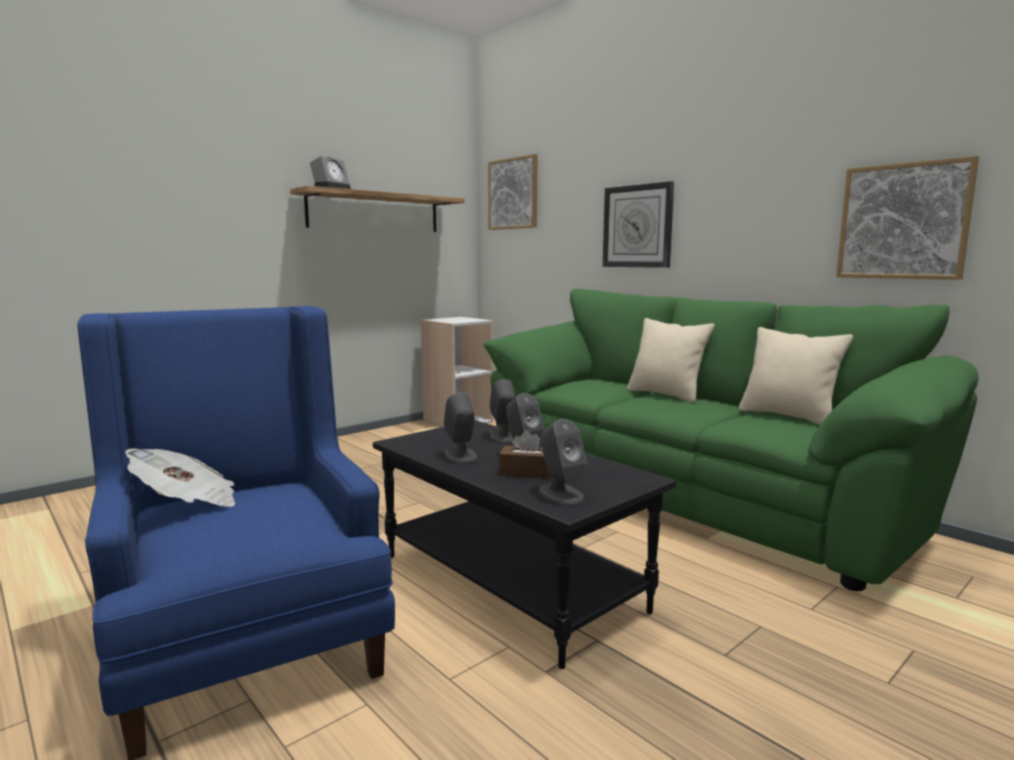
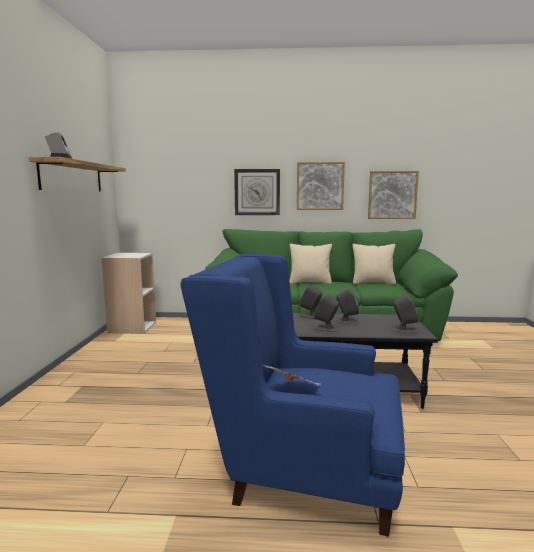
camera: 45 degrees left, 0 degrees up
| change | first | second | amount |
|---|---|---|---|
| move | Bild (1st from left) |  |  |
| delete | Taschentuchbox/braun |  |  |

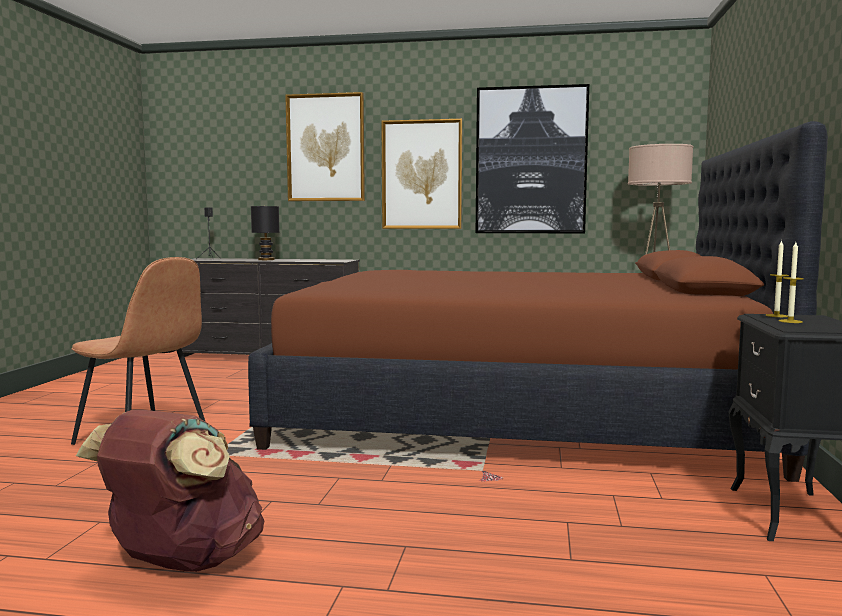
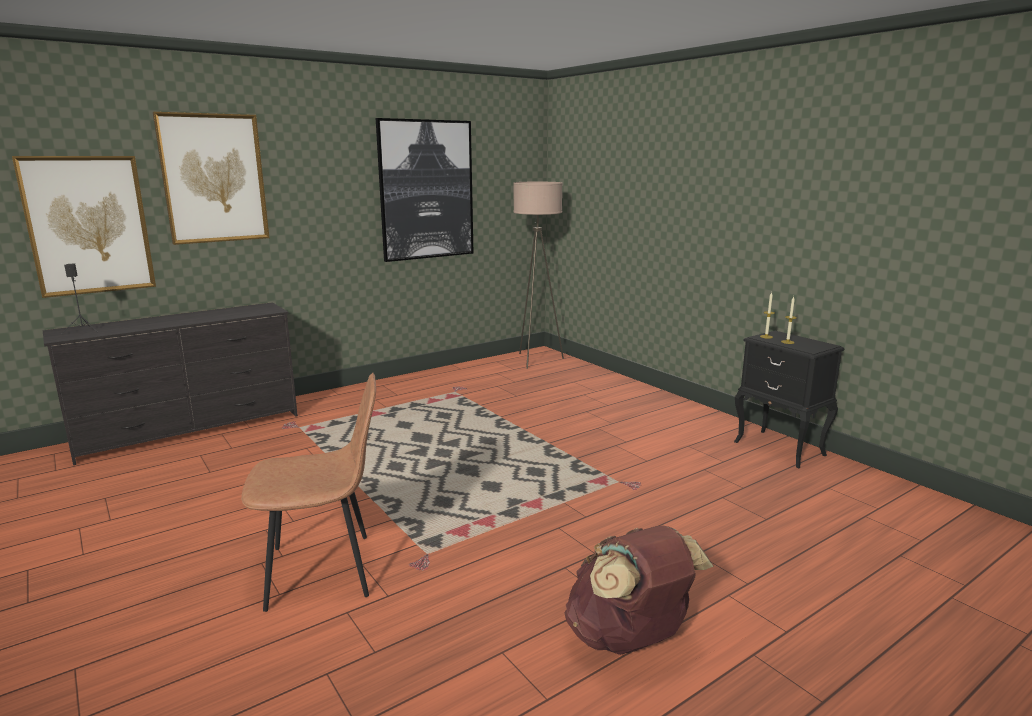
camera: 45 degrees left, 10 degrees up
| change | first | second | amount |
|---|---|---|---|
| delete | Bett/braun |  |  |
| delete | Tischlampe/schwarz |  |  |
| move | Bild (2nd from left in the first image) | Bild (1st from left) |  |

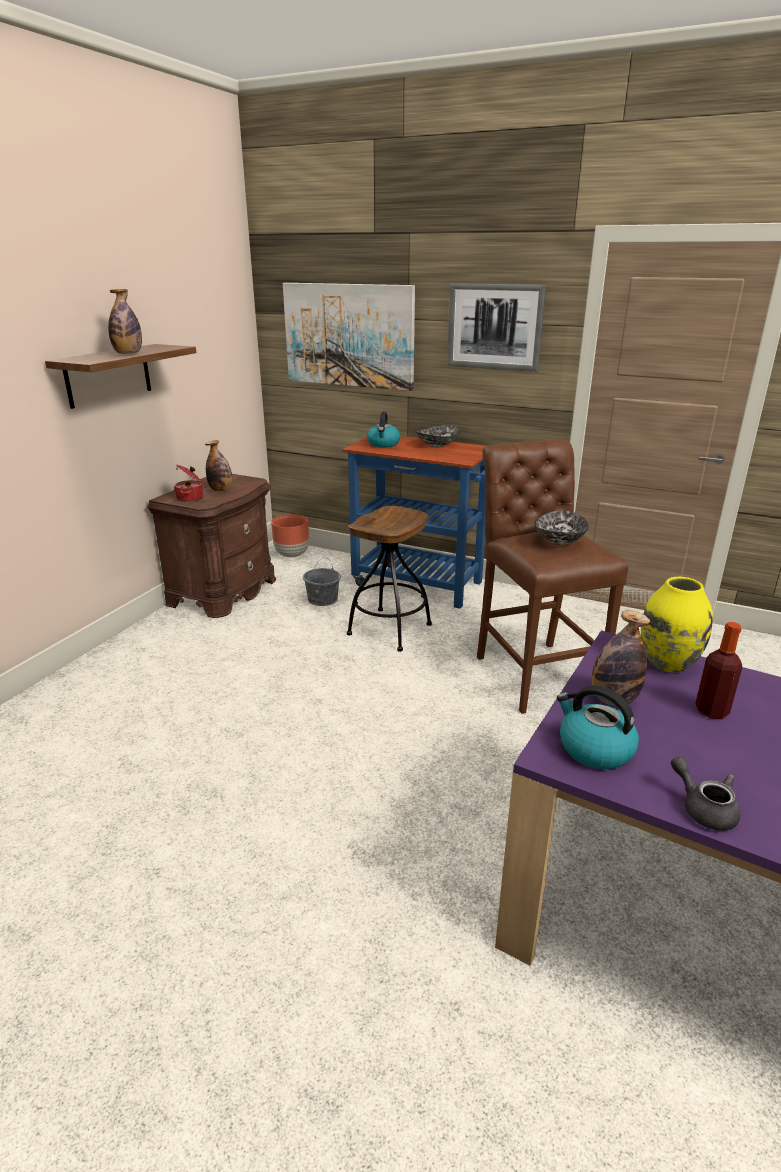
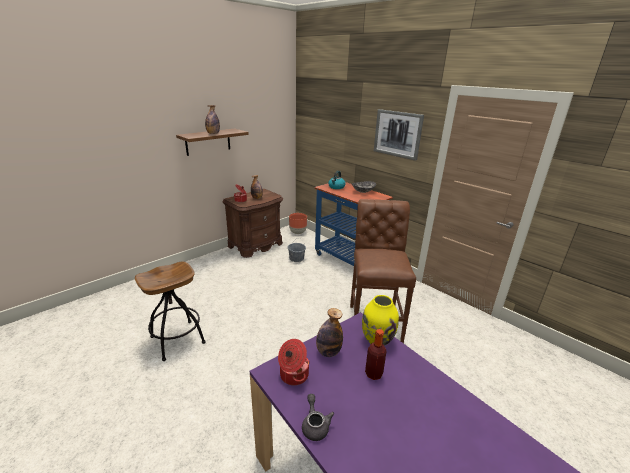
camera: 20 degrees right, 0 degrees up
| change | first | second | amount |
|---|---|---|---|
| delete | Bild (1st from left) |  |  |
| move | Hocker/braun (1st from left) |  |  |
| delete | Schüssel (2nd from left) |  |  |
| replace | Wasserkessel (2nd from left) | Kochtopf (2nd from left) |  |

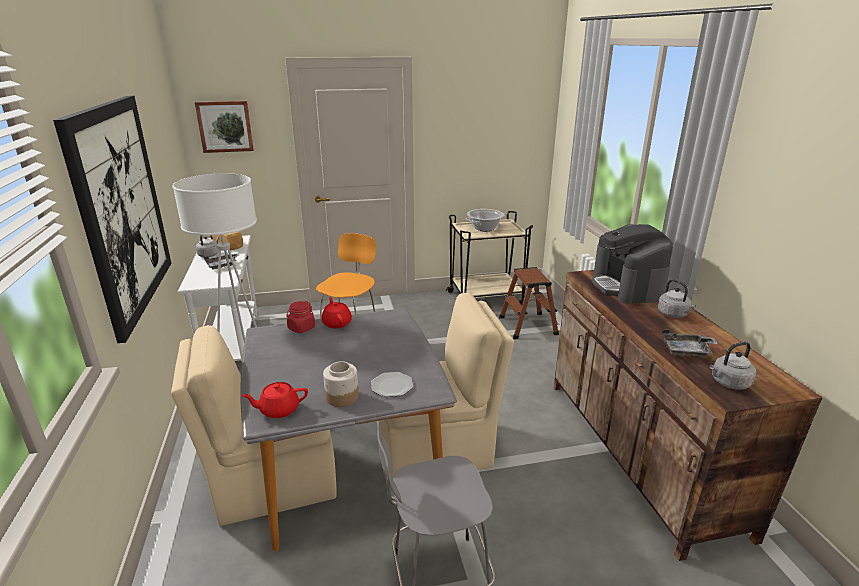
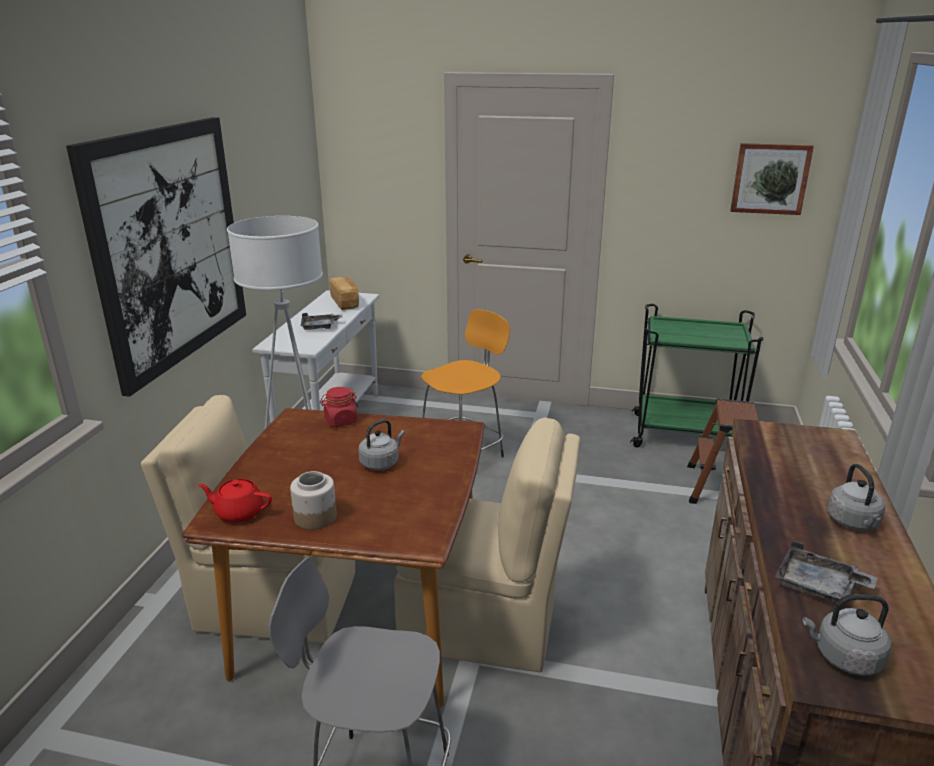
camera: 25 degrees right, 0 degrees up
| change | first | second | amount |
|---|---|---|---|
| move | Bild (2nd from left) |  |  |
| move | Wasserkessel/grau (1st from left) |  |  |
| recolor | Esstisch/grau | Esstisch/braun |  |
| delete | Teekanne/rot (2nd from left) |  |  |
| delete | Teller |  |  |
| recolor | Rollwagen/beige | Rollwagen/grün |  |
| delete | Kochtopf |  |  |
| delete | Kaffeemaschine |  |  |

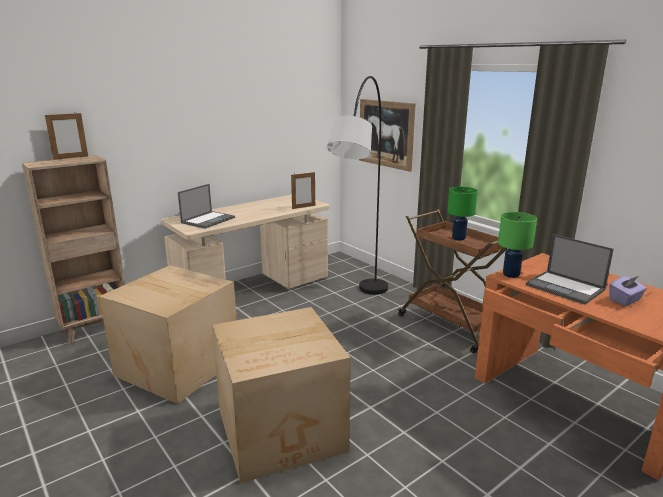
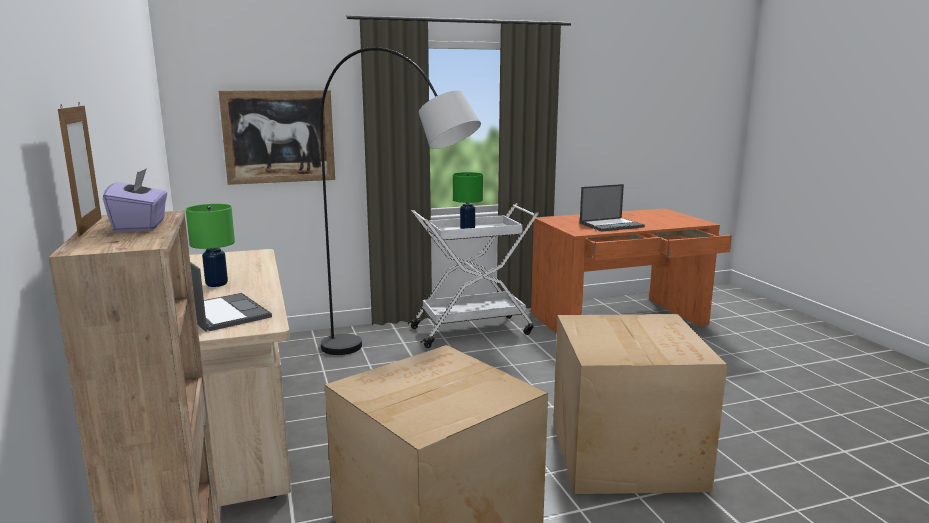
camera: 70 degrees left, 5 degrees down
| change | first | second | amount |
|---|---|---|---|
| delete | Bilderrahmen (2nd from left) |  |  |
| recolor | Rollwagen/braun | Rollwagen/weiß |  |
| move | Tischlampe/grün (2nd from left in the first image) | Tischlampe/grün (1st from left) |  |
| move | Taschentuchbox/lila |  |  |

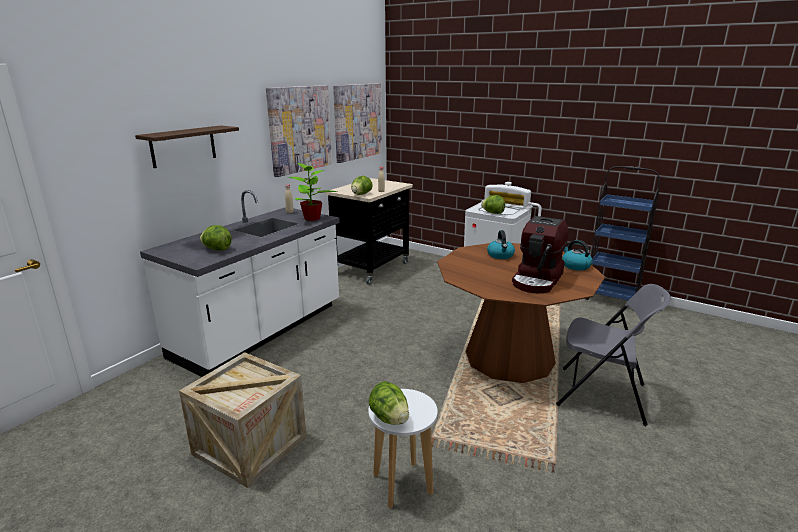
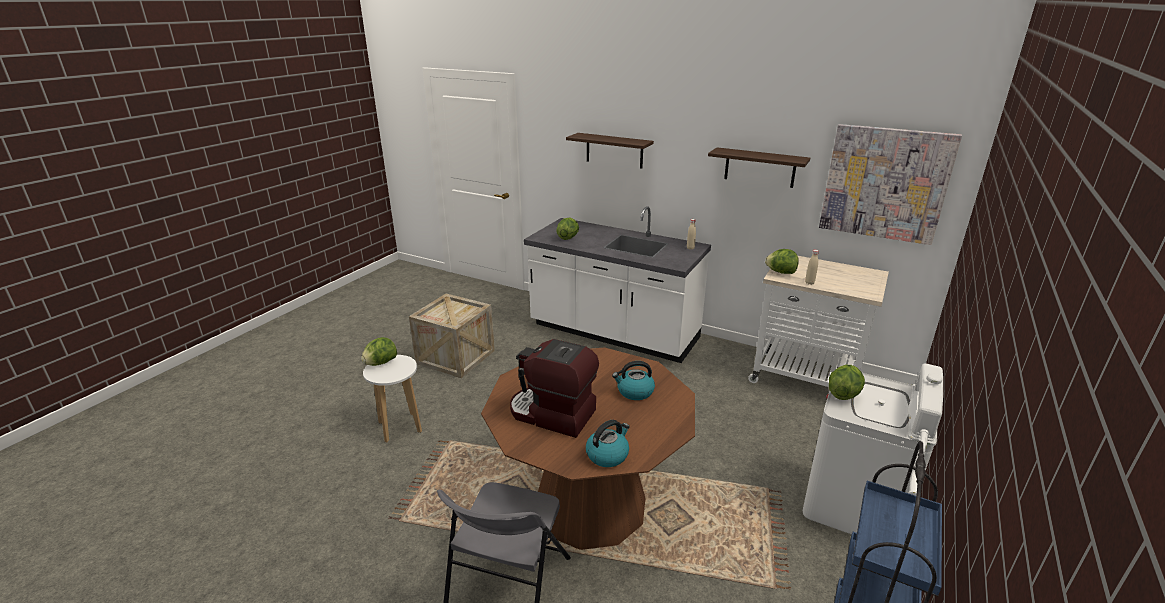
camera: 85 degrees right, 5 degrees up
| change | first | second | amount |
|---|---|---|---|
| replace | Bild (1st from left) | Wandregal (2nd from left) |  |
| delete | Topfpflanze |  |  |
| recolor | Rollwagen/schwarz | Rollwagen/weiß |  |

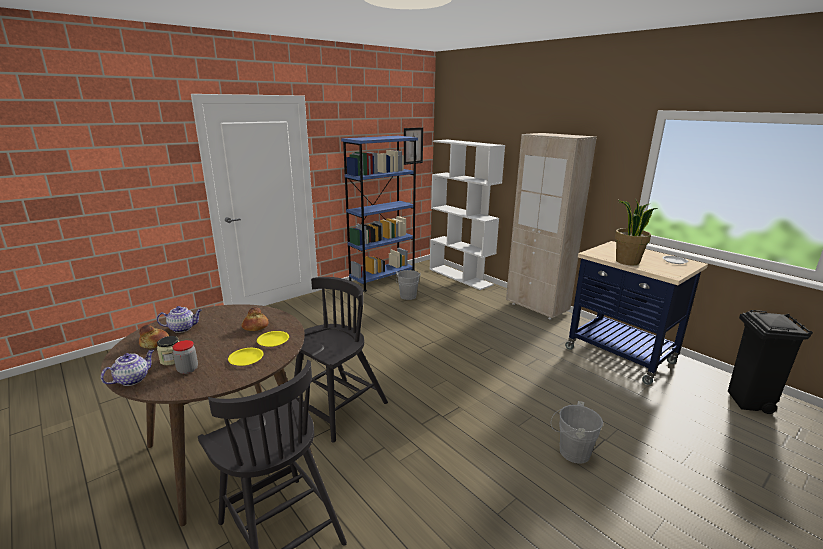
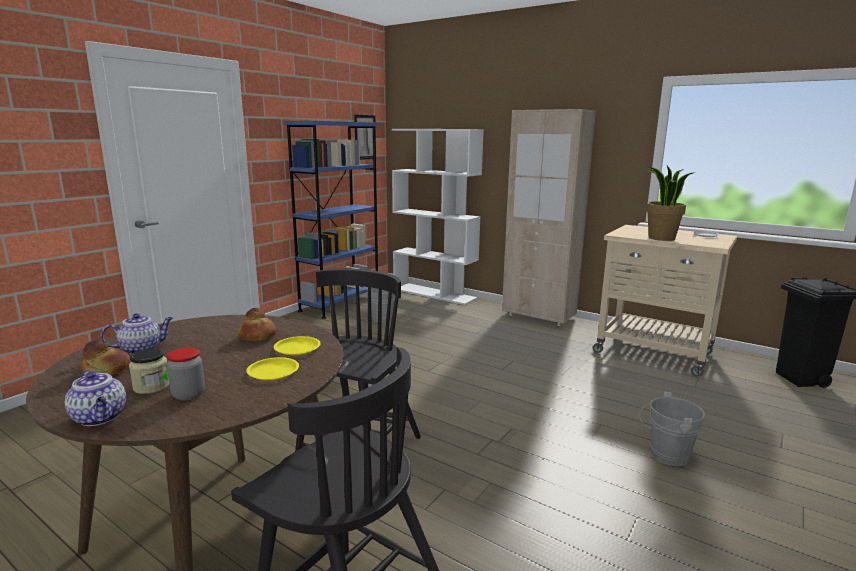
camera: 15 degrees left, 5 degrees down
| change | first | second | amount |
|---|---|---|---|
| rotate | Teekanne (1st from left) |  | 120 degrees clockwise |
| recolor | Rollwagen/blau | Rollwagen/beige |  |

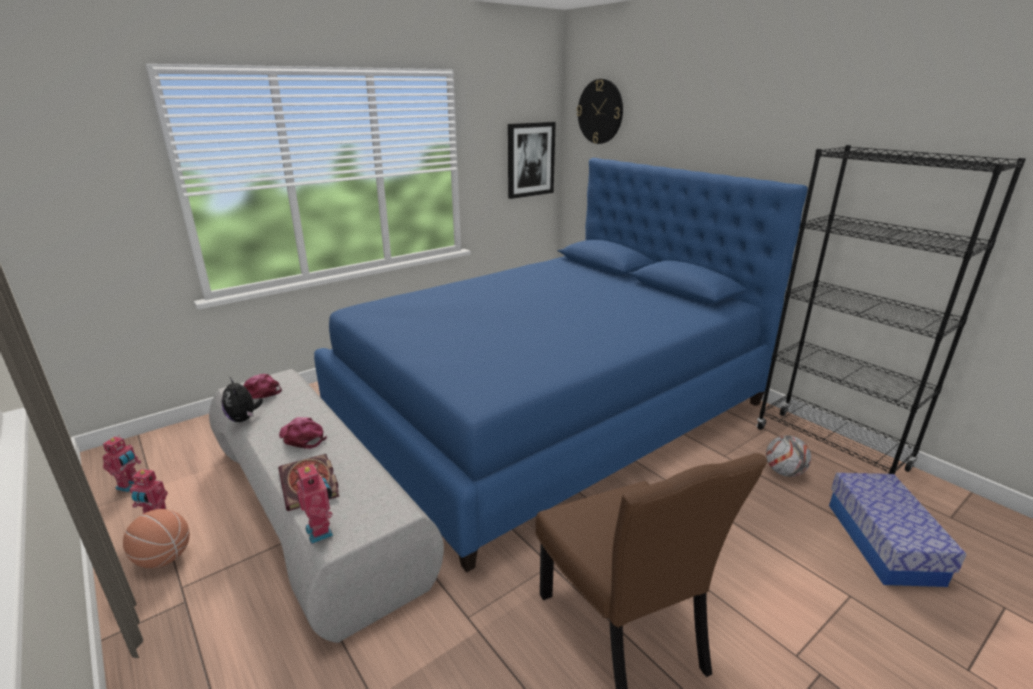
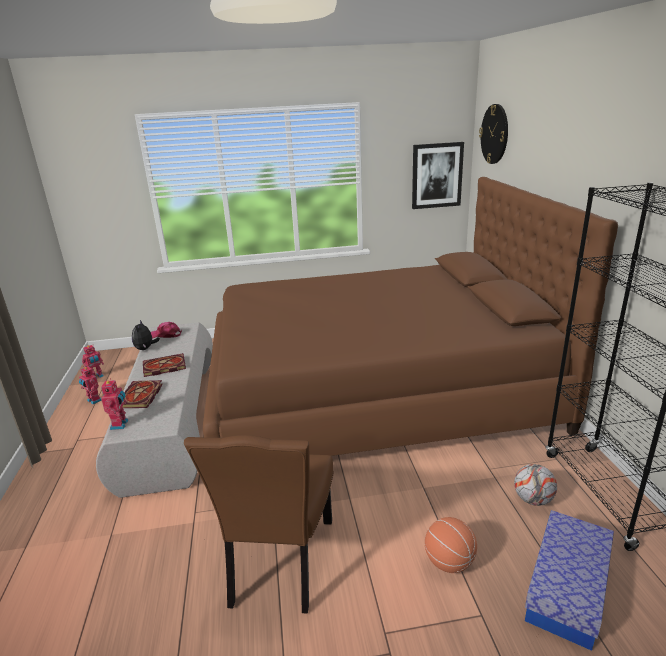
camera: 30 degrees right, 0 degrees up
| change | first | second | amount |
|---|---|---|---|
| move | Basketball |  |  |
| replace | Kappe/rosa (2nd from left) | Buch (2nd from left) |  |
| recolor | Bett/blau | Bett/braun |  |

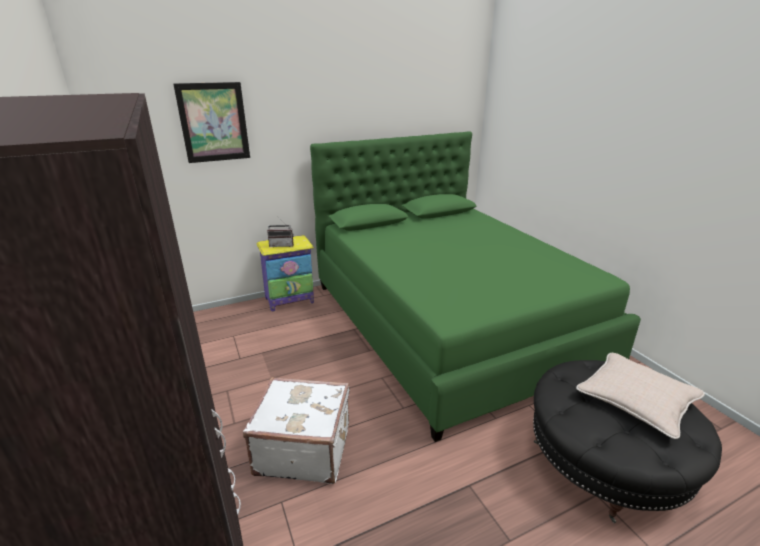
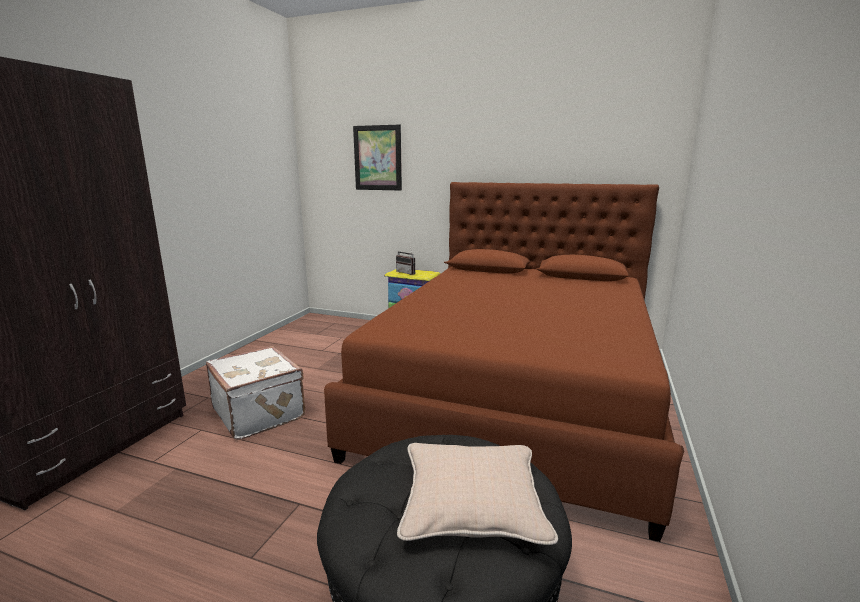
camera: 45 degrees right, 10 degrees down
| change | first | second | amount |
|---|---|---|---|
| recolor | Bett/grün | Bett/braun |  |

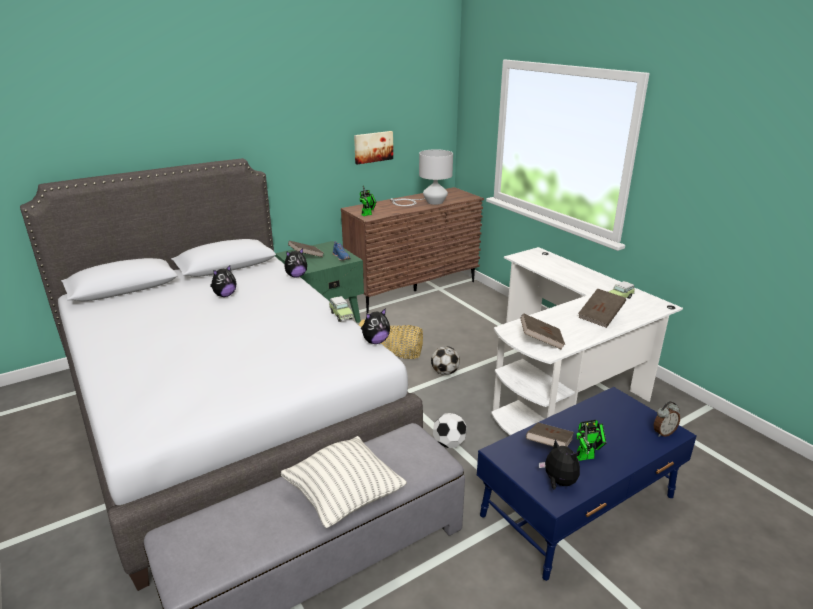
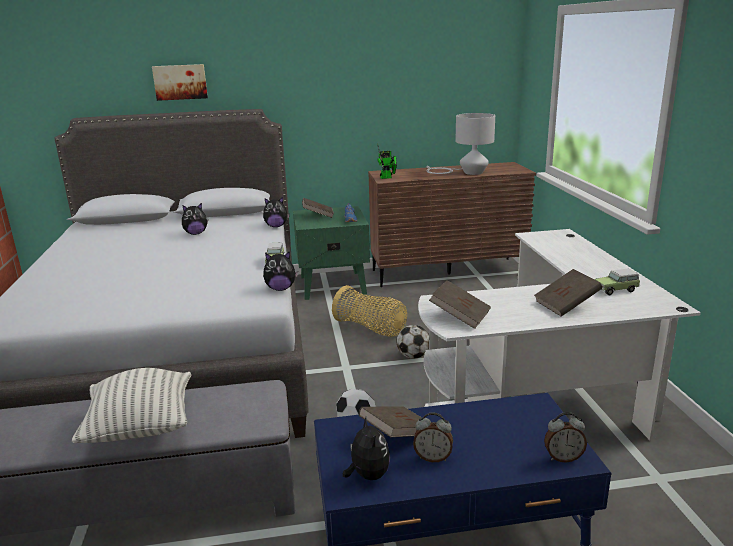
camera: 25 degrees right, 5 degrees down
| change | first | second | amount |
|---|---|---|---|
| move | Bild |  |  |
| replace | Spielzeugroboter (2nd from left) | Wecker (1st from left) |  |

